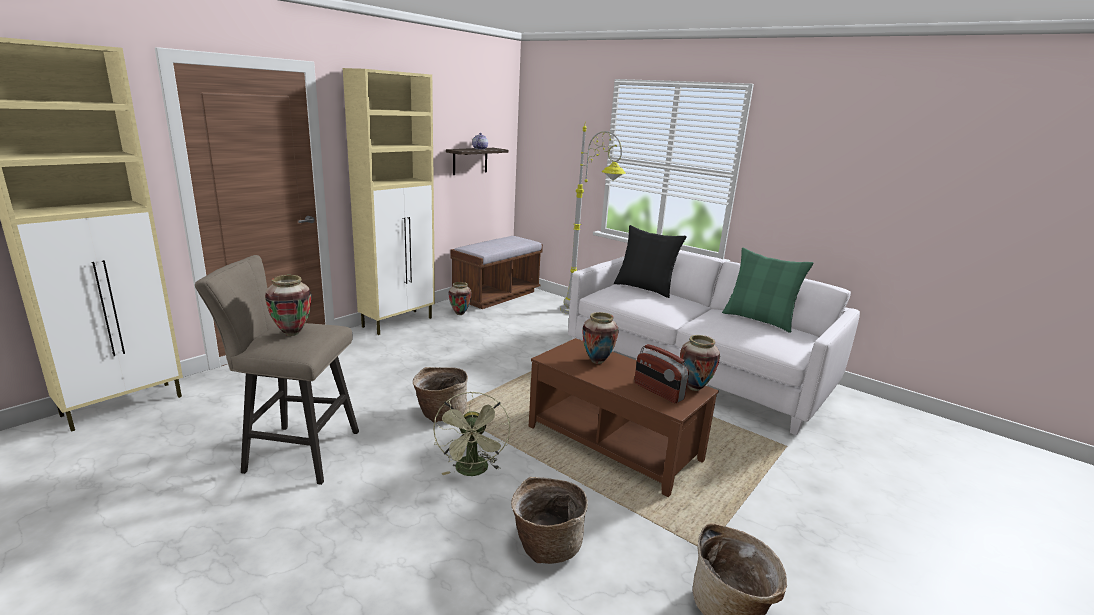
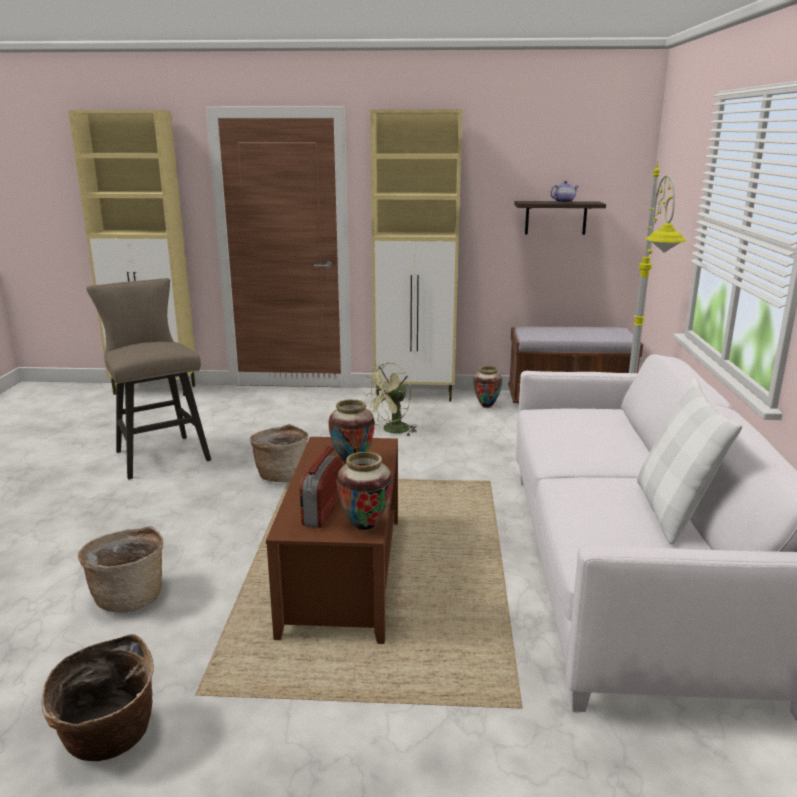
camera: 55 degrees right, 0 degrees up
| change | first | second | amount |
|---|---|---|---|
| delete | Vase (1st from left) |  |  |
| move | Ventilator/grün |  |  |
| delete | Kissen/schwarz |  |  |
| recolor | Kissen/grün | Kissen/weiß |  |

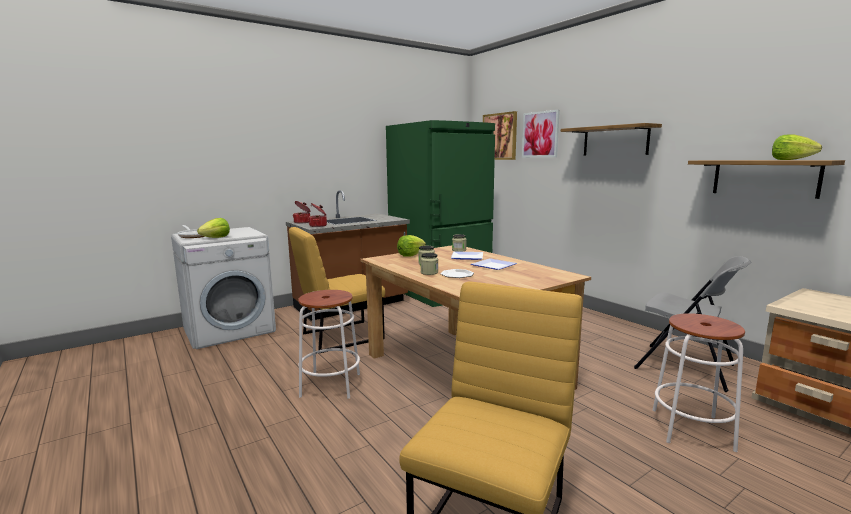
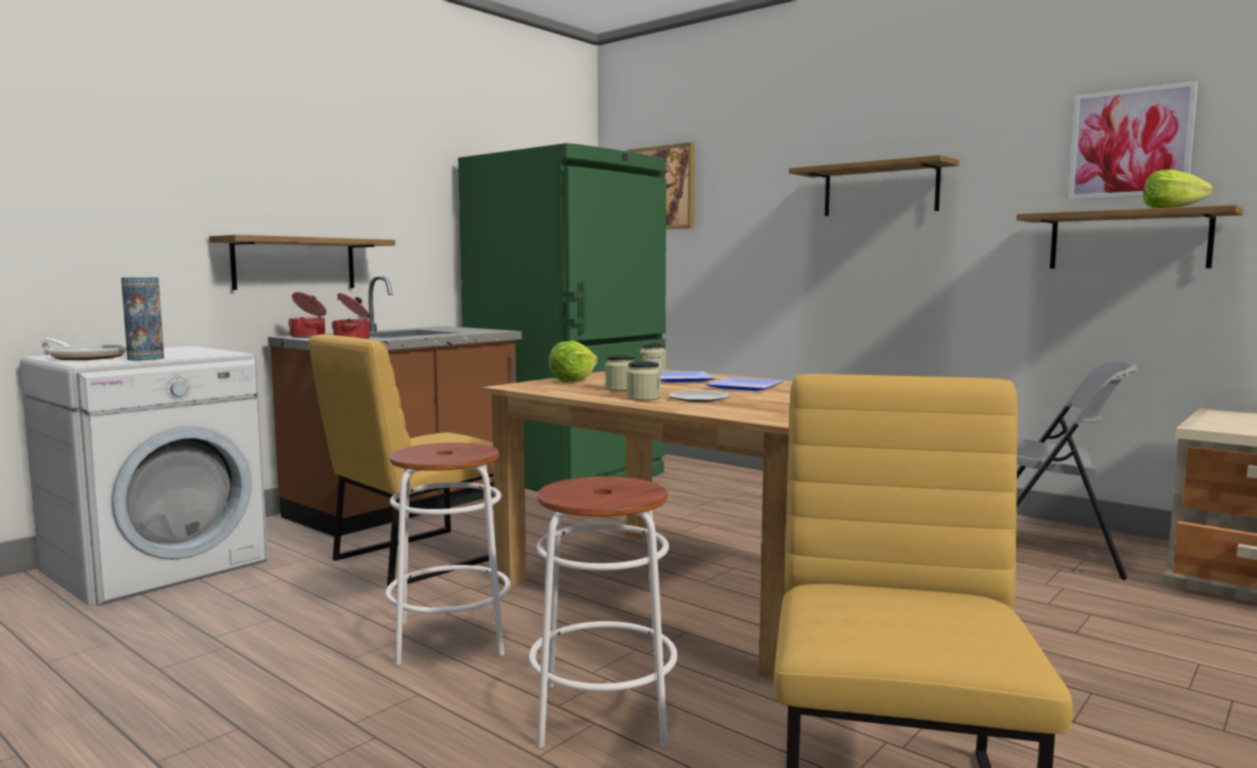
camera: 15 degrees left, 5 degrees down
| change | first | second | amount |
|---|---|---|---|
| replace | Salatkopf (1st from left) | Vase |  |
| move | Bild (2nd from left) |  |  |
| move | Hocker/weiß (2nd from left) |  |  |
| insert |  | Wandregal (1st from left) |  |

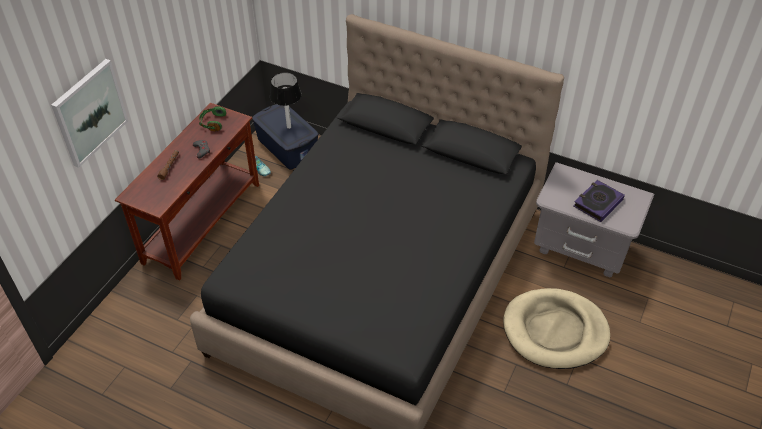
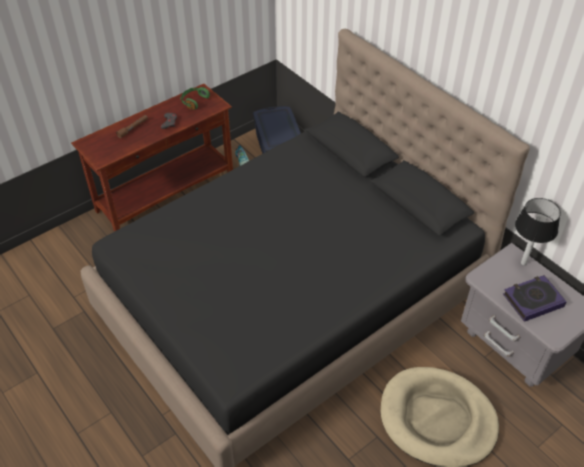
camera: 25 degrees right, 0 degrees up
| change | first | second | amount |
|---|---|---|---|
| delete | Bild |  |  |
| move | Tischlampe |  |  |

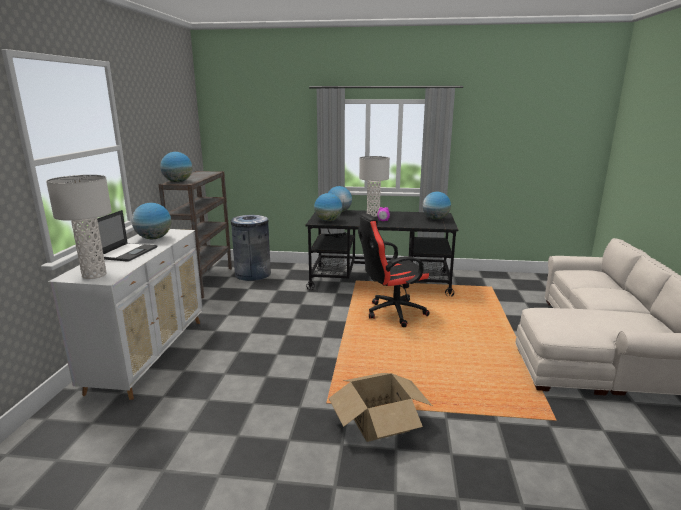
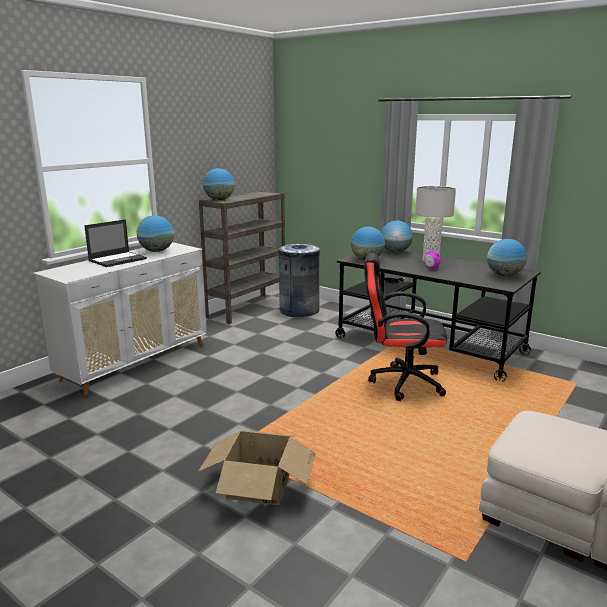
camera: 30 degrees right, 0 degrees up
| change | first | second | amount |
|---|---|---|---|
| delete | Tischlampe/weiß (1st from left) |  |  |

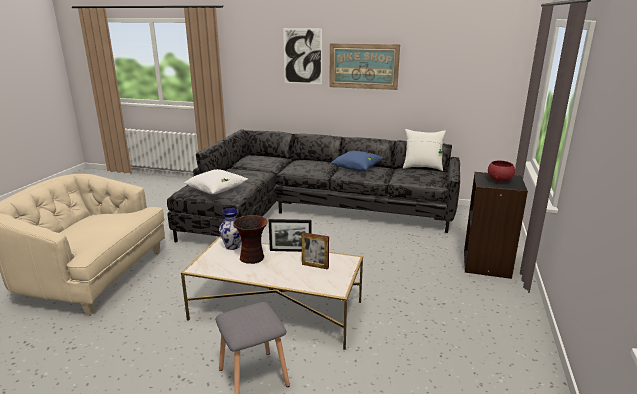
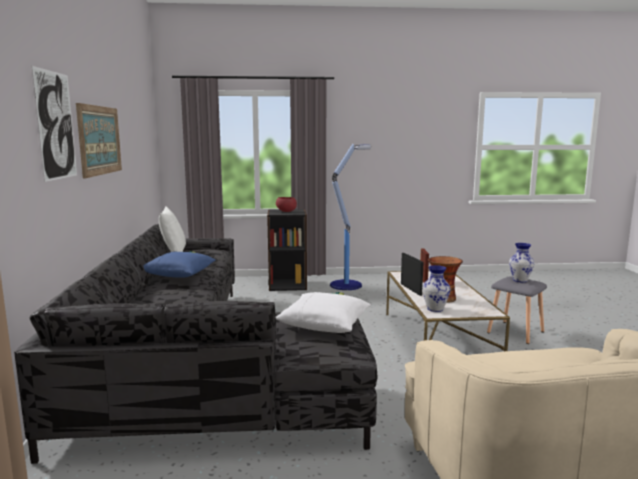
camera: 110 degrees left, 10 degrees down
| change | first | second | amount |
|---|---|---|---|
| insert |  | Stehlampe |  |
| insert |  | Vase (3rd from left) |  |

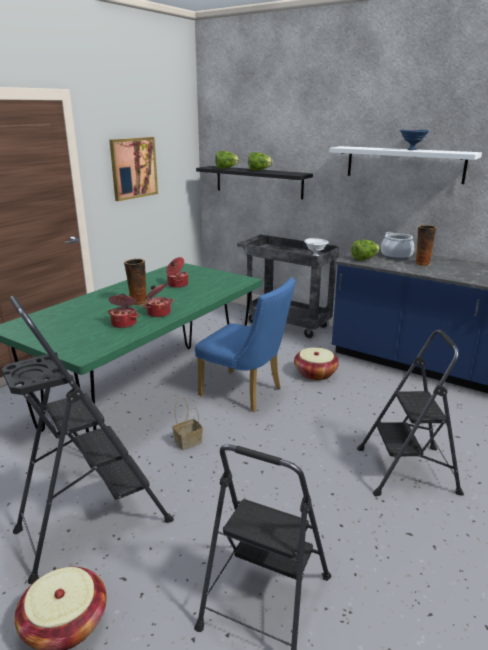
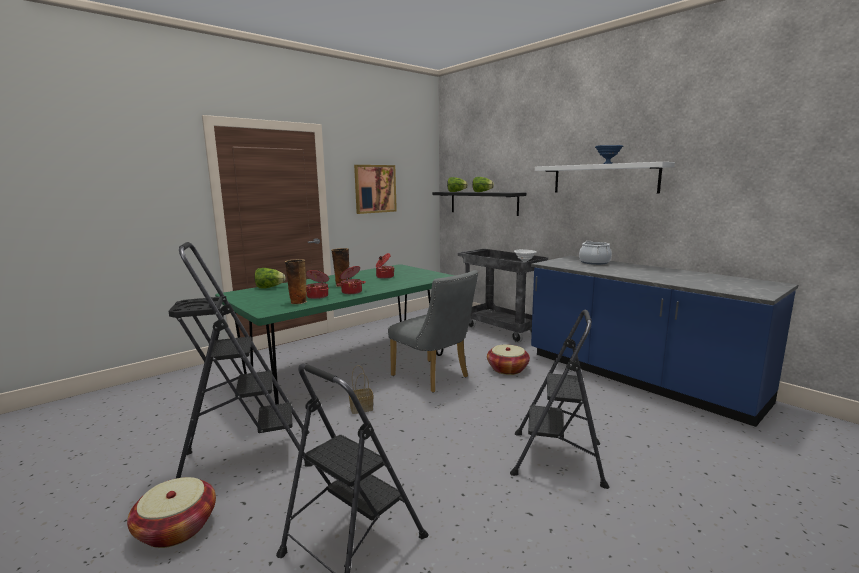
camera: 15 degrees right, 10 degrees down
| change | first | second | amount |
|---|---|---|---|
| recolor | Stuhl/blau | Stuhl/grau |  |
| move | Salatkopf (3rd from left in the first image) | Salatkopf (1st from left) |  |
| move | Vase (2nd from left in the first image) | Vase (1st from left) |  |

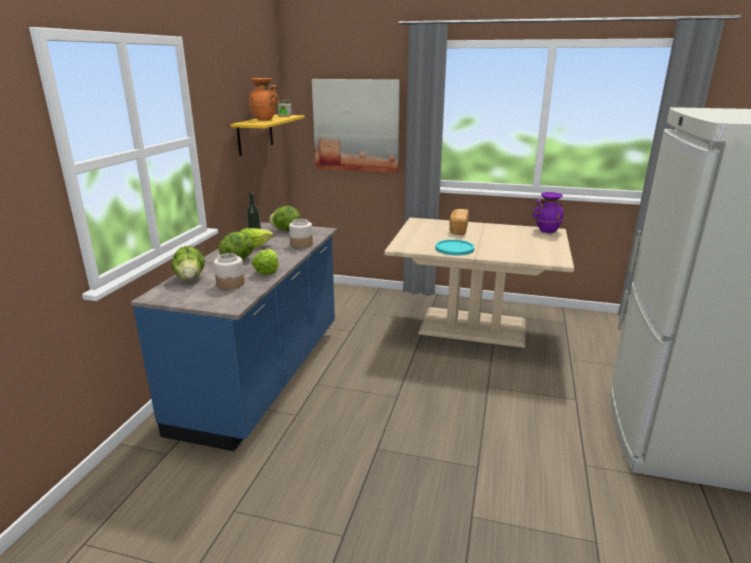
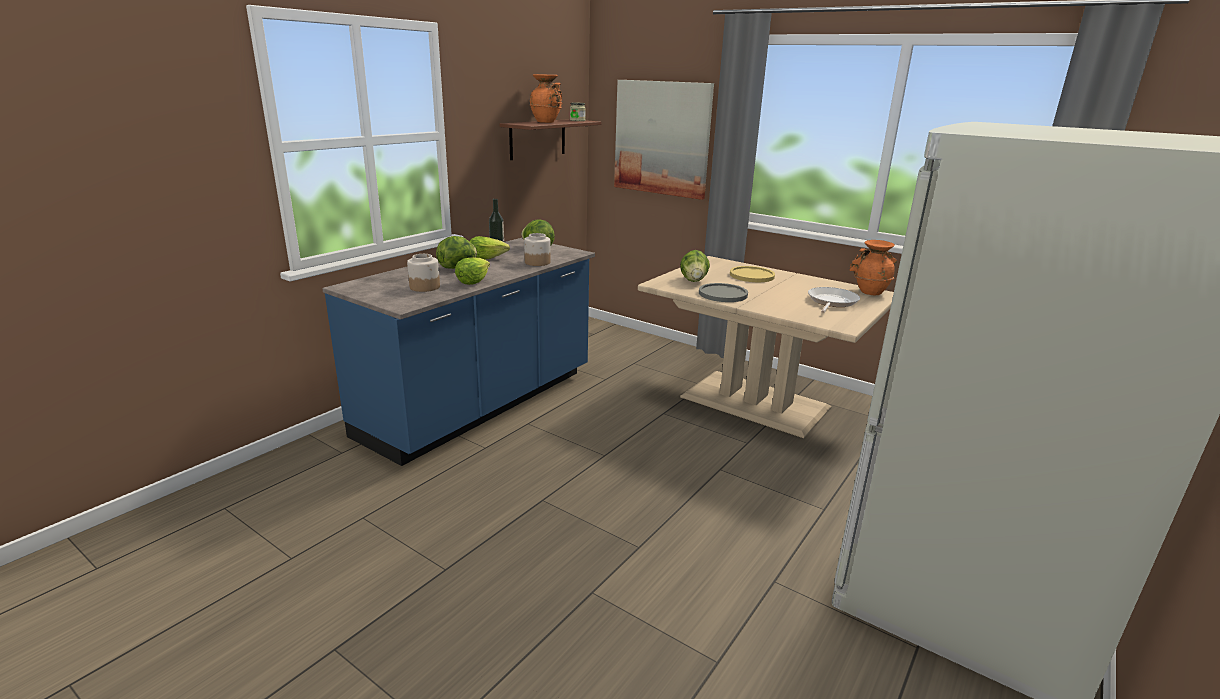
camera: 20 degrees right, 0 degrees up
| change | first | second | amount |
|---|---|---|---|
| move | Salatkopf (1st from left in the first image) | Salatkopf (5th from left) |  |
| recolor | Wandregal/gelb | Wandregal/braun |  |
| recolor | Teller/türkis | Teller/grau |  |
| replace | Brot | Teller/gelb |  |
| recolor | Vase/lila | Vase/orange (2nd from left) |  |
| insert |  | Pfanne |  |

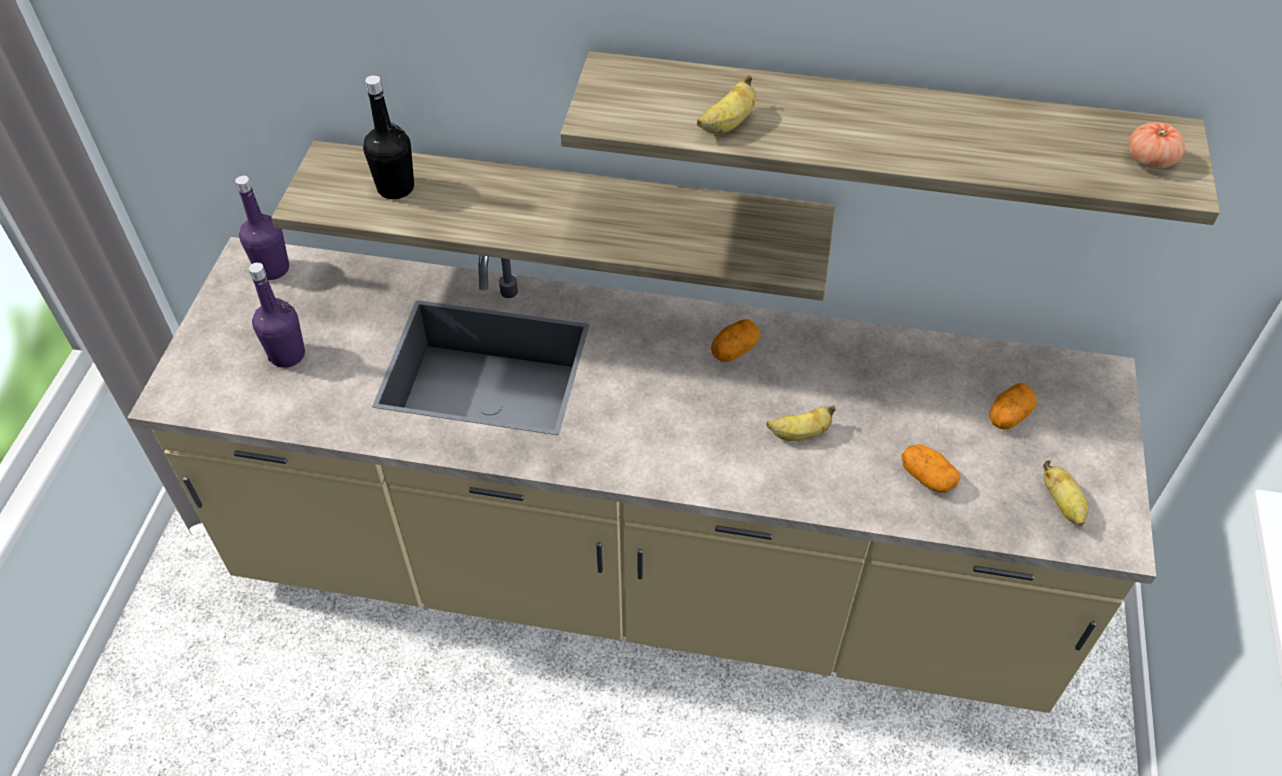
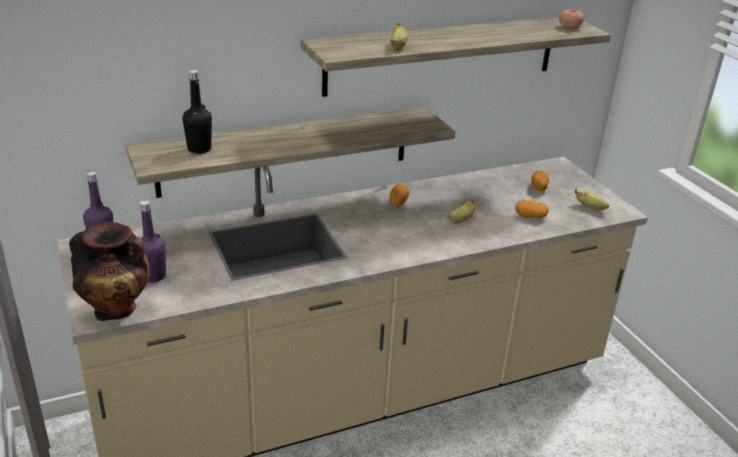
camera: 35 degrees left, 20 degrees down
| change | first | second | amount |
|---|---|---|---|
| insert |  | Vase |  |

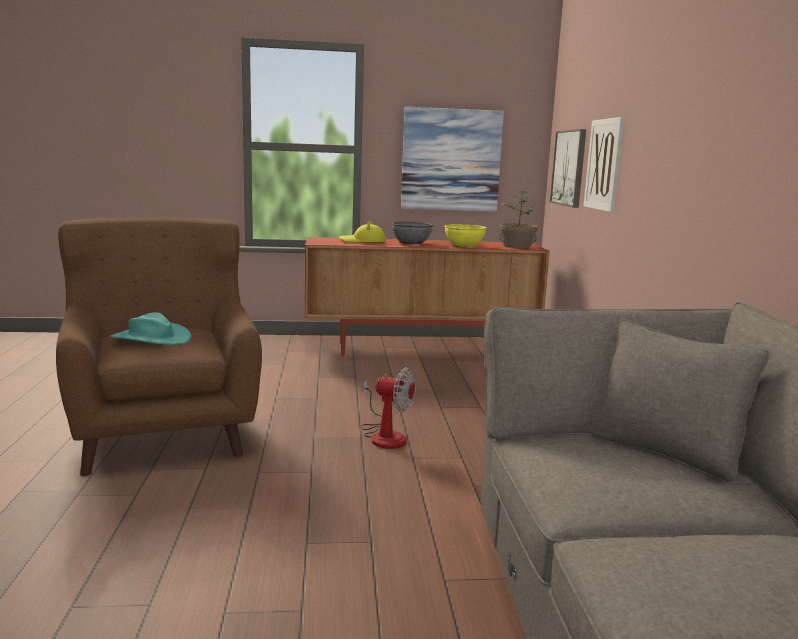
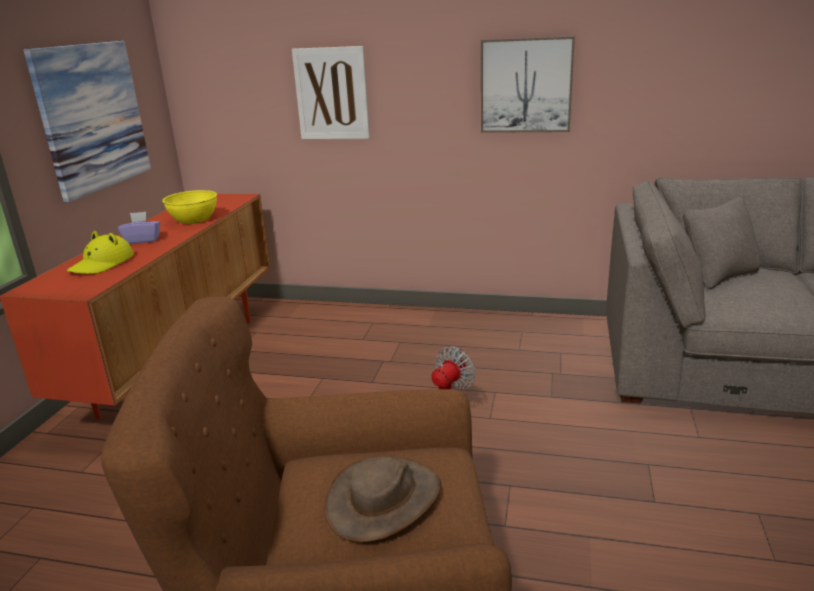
camera: 70 degrees left, 10 degrees up
| change | first | second | amount |
|---|---|---|---|
| recolor | Hut/türkis | Hut/braun |  |
| replace | Schüssel/grau | Taschentuchbox/lila |  |
| delete | Topfpflanze |  |  |
| move | Bild (2nd from left in the first image) | Bild (3rd from left) |  |

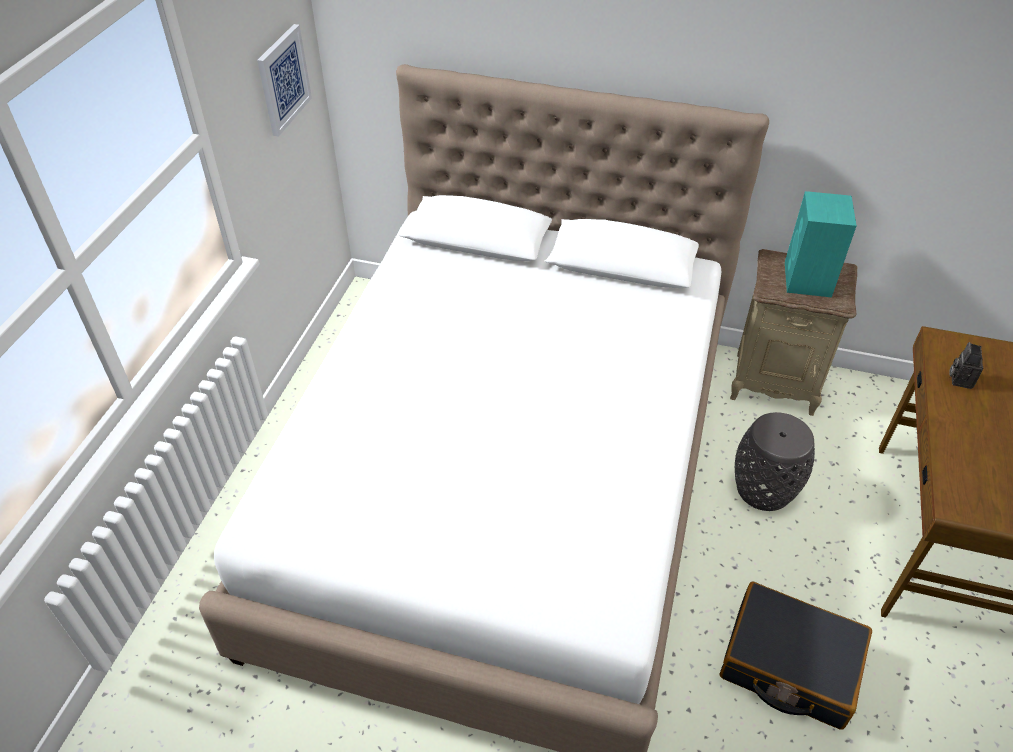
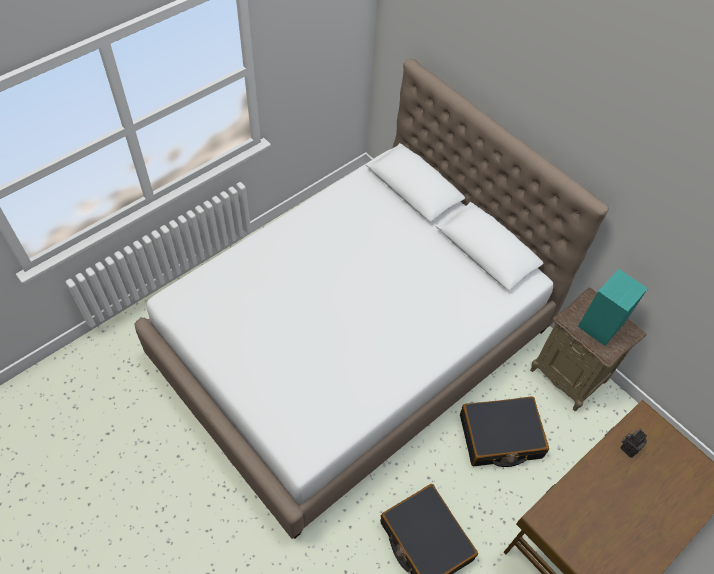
camera: 30 degrees right, 10 degrees up
| change | first | second | amount |
|---|---|---|---|
| delete | Bild |  |  |
| replace | Hocker/grau | Koffer/schwarz (2nd from left) |  |

